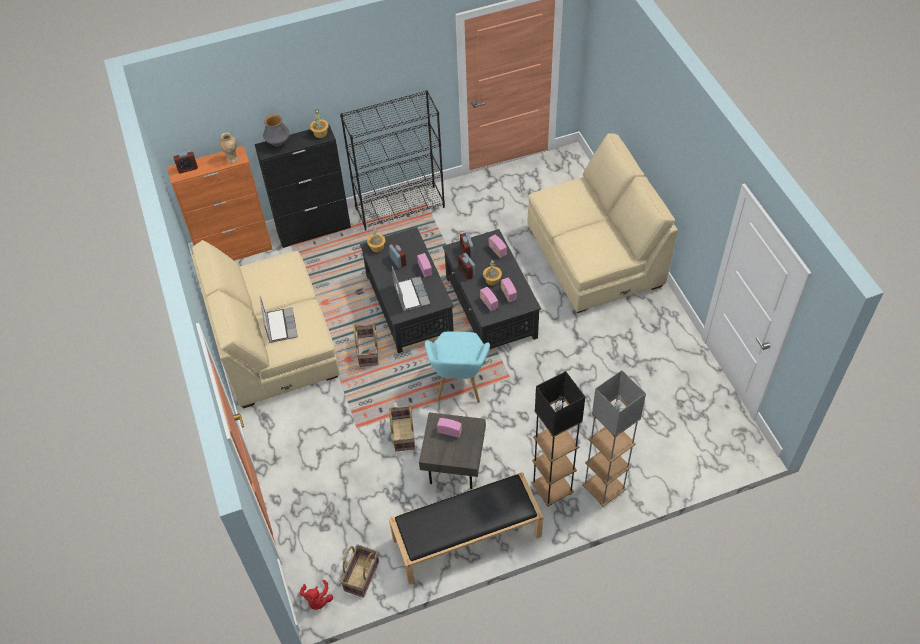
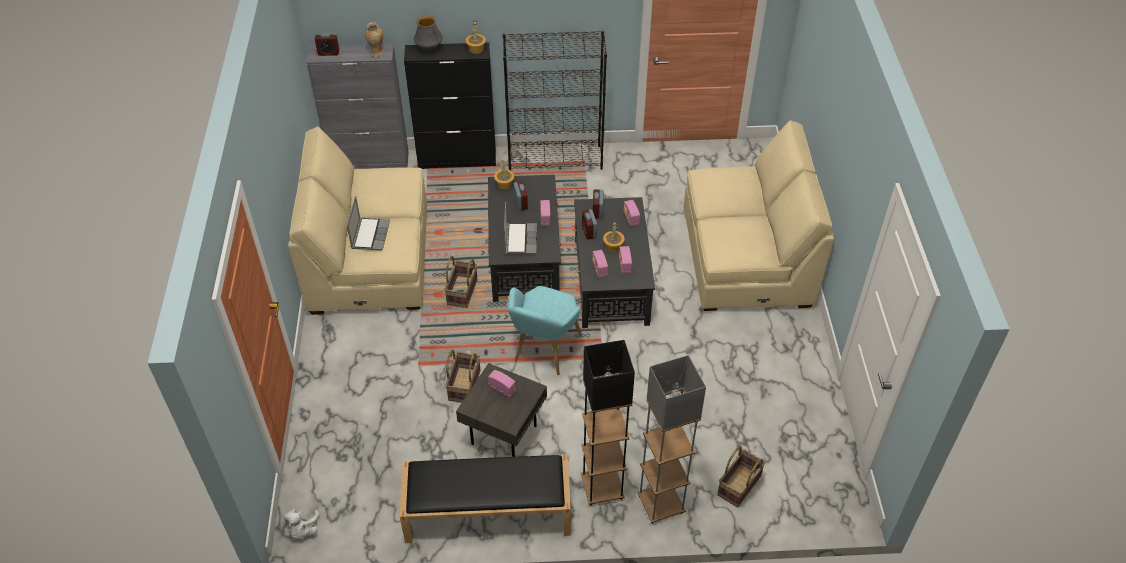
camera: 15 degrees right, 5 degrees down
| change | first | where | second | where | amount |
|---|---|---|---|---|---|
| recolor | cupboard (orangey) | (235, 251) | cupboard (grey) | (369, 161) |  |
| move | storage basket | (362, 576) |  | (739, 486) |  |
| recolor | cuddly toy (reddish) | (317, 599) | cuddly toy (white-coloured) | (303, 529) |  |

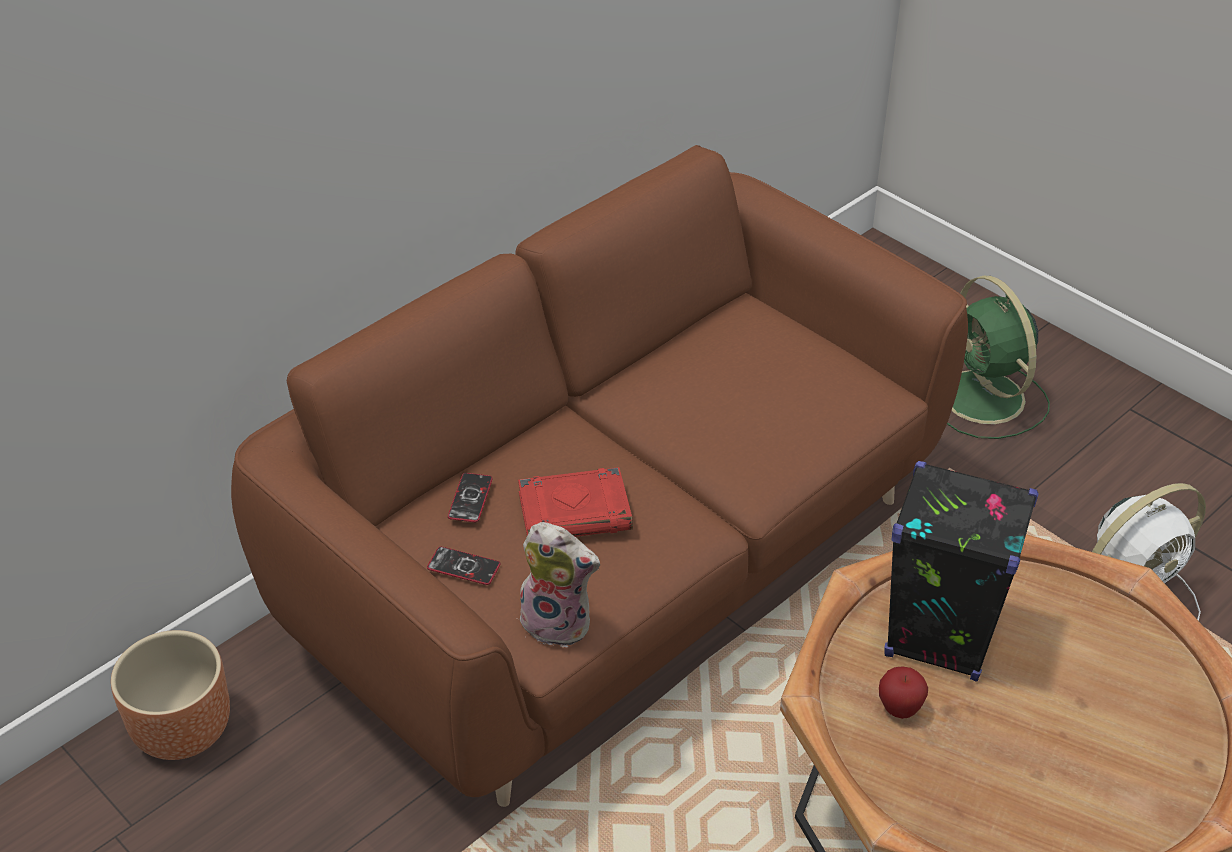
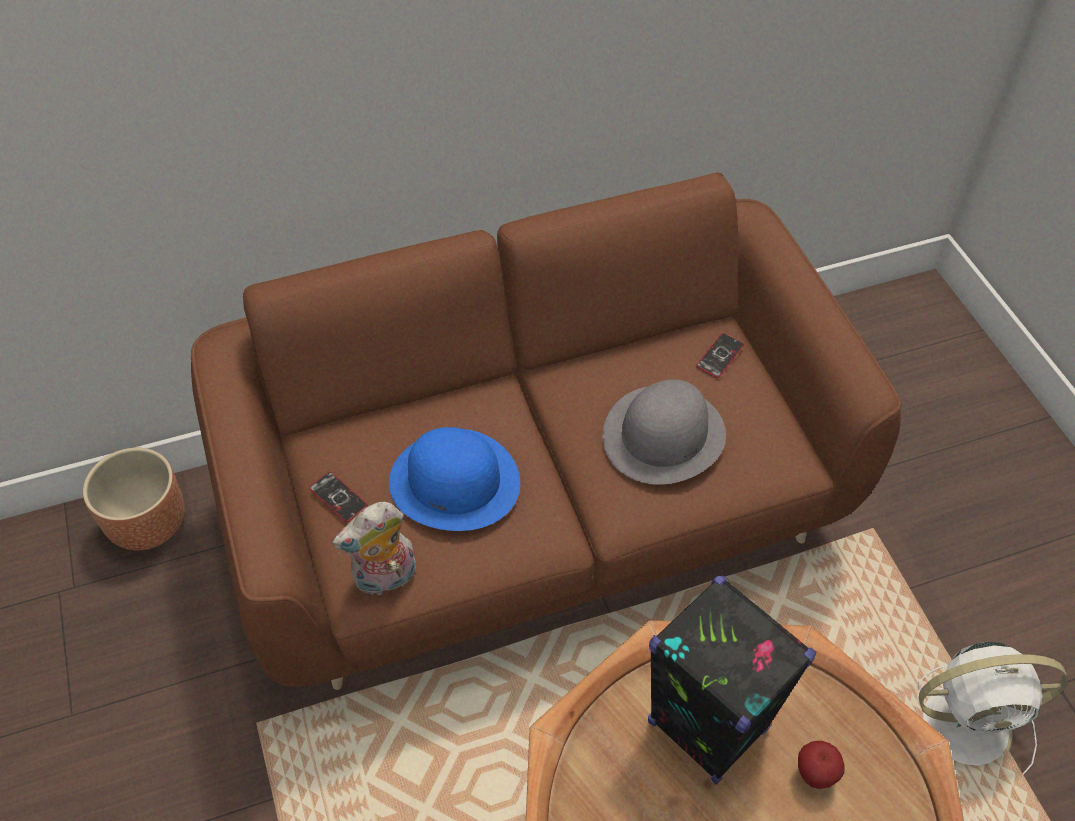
camera: 25 degrees right, 10 degrees up
| change | first | where | second | where | amount |
|---|---|---|---|---|---|
| delete | fan (green) | (985, 399) |  |  |  |
| replace | book (reddish) | (576, 512) | clothing hat (bluish) | (455, 481) |  |
| move | handset | (470, 498) |  | (720, 356) |  |
| rotate | cuddly toy | (559, 622) |  | (385, 579) | 105 degrees clockwise |
| move | apple | (899, 709) |  | (815, 774) |  |
| insert |  |  | clothing hat (grey) | (664, 434) |  |

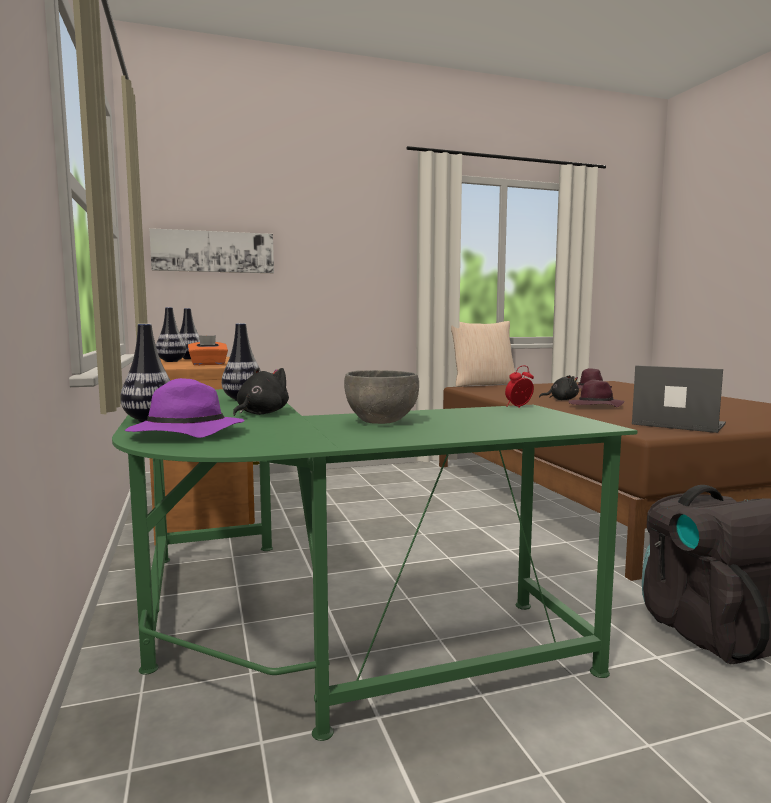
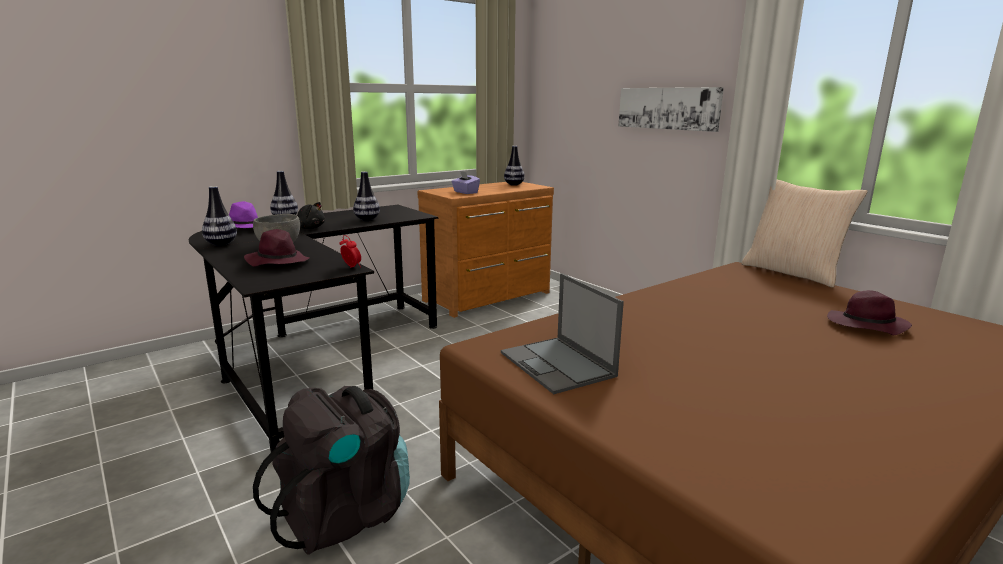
camera: 70 degrees right, 10 degrees up
| change | first | where | second | where | amount |
|---|---|---|---|---|---|
| move | wall picture | (213, 252) |  | (668, 108) |  |
| move | flower vase | (171, 361) |  | (221, 244) |  |
| recolor | box of tissues (orangey) | (208, 364) | box of tissues (purplish) | (465, 192) |  |
| rotate | laptop | (677, 424) |  | (558, 365) | 135 degrees clockwise |
| delete | cuddly toy (black) | (561, 400) |  |  |  |
| move | clothing hat (purplish) | (595, 406) |  | (277, 262) |  |
| recolor | desk table (green) | (308, 633) | desk table (black) | (319, 360) |  |

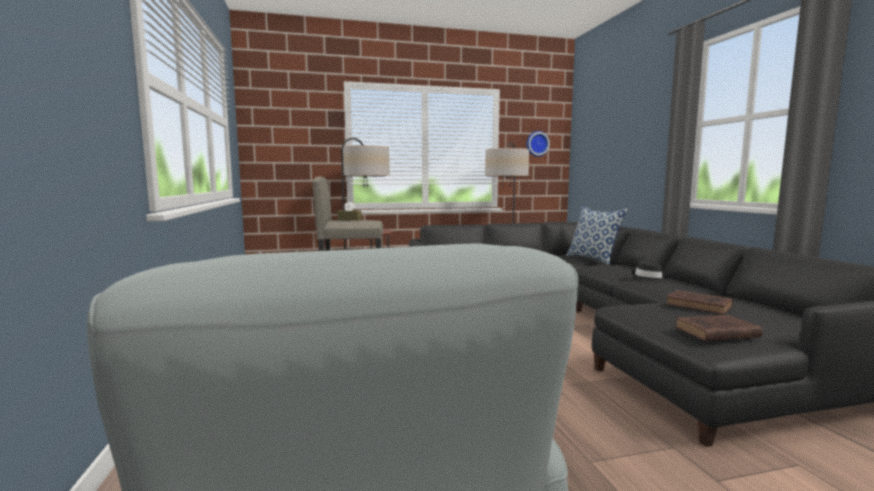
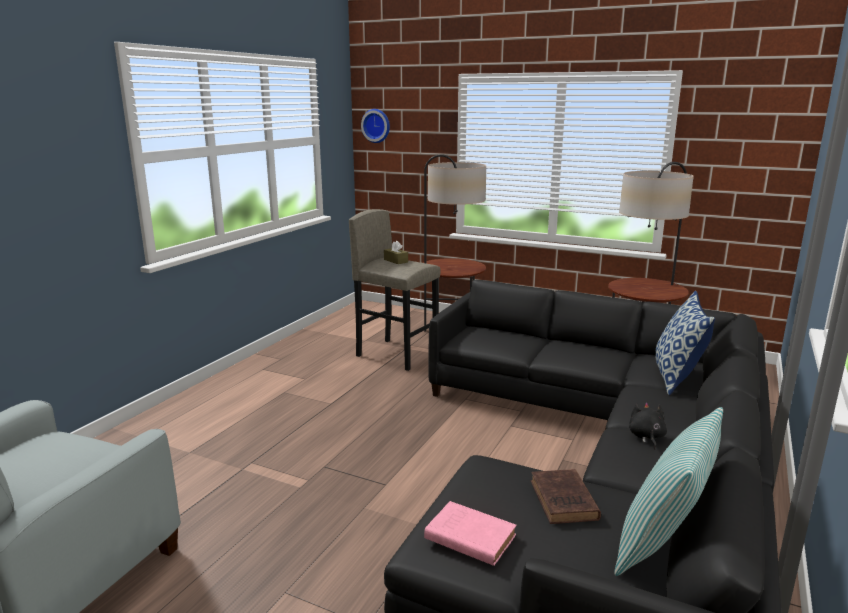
camera: 40 degrees right, 10 degrees up
| change | first | where | second | where | amount |
|---|---|---|---|---|---|
| move | hanging clock | (537, 144) |  | (376, 125) |  |
| replace | clothing hat (black) | (648, 278) | cuddly toy (black) | (646, 437) |  |
| recolor | book (brown) | (714, 332) | book (pink) | (468, 536) |  |
| insert |  |  | pillow | (662, 544) |  |

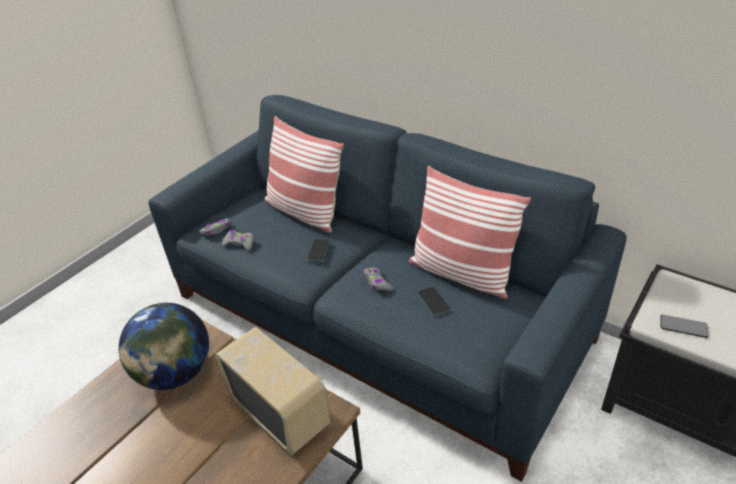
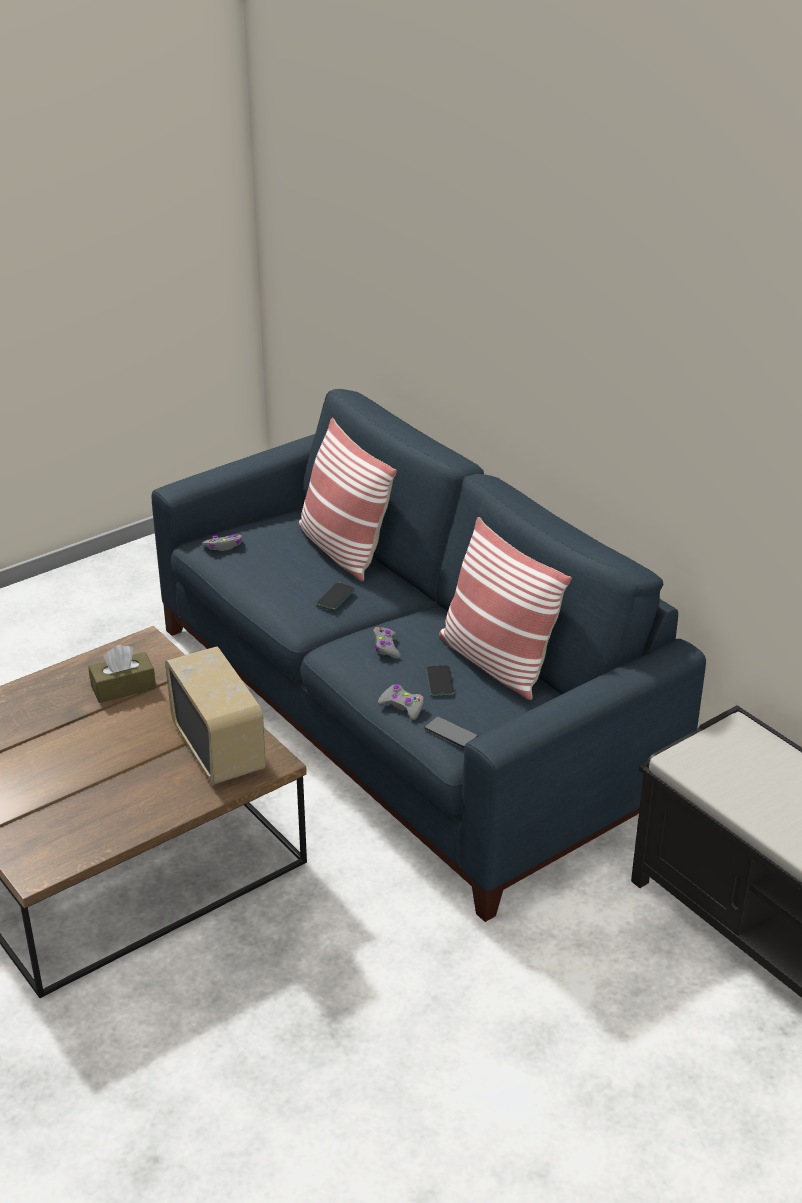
camera: 15 degrees right, 5 degrees down
| change | first | where | second | where | amount |
|---|---|---|---|---|---|
| move | gamepad (grey) | (239, 243) |  | (402, 706) |  |
| replace | globe | (175, 373) | box of tissues (brown) | (123, 687) |  |
| move | handset | (683, 327) |  | (451, 733) |  |

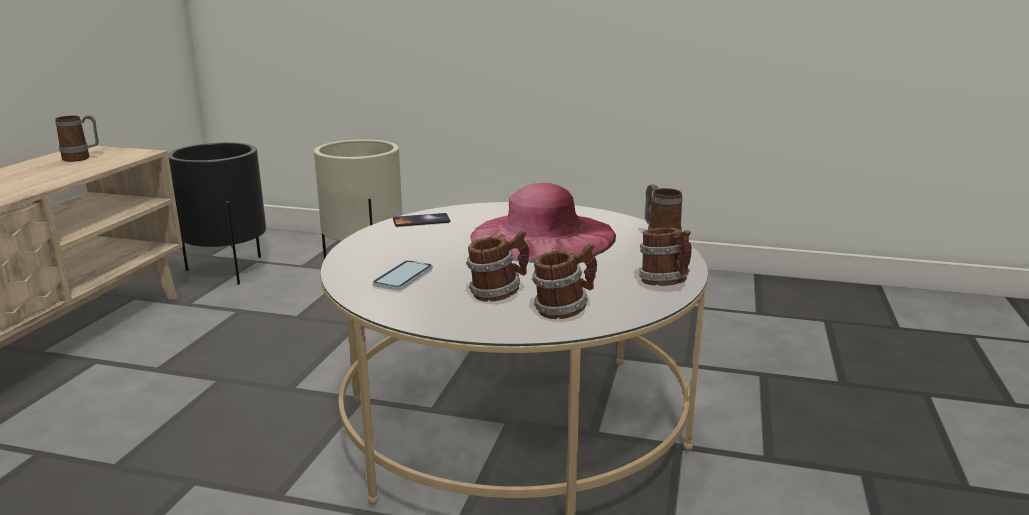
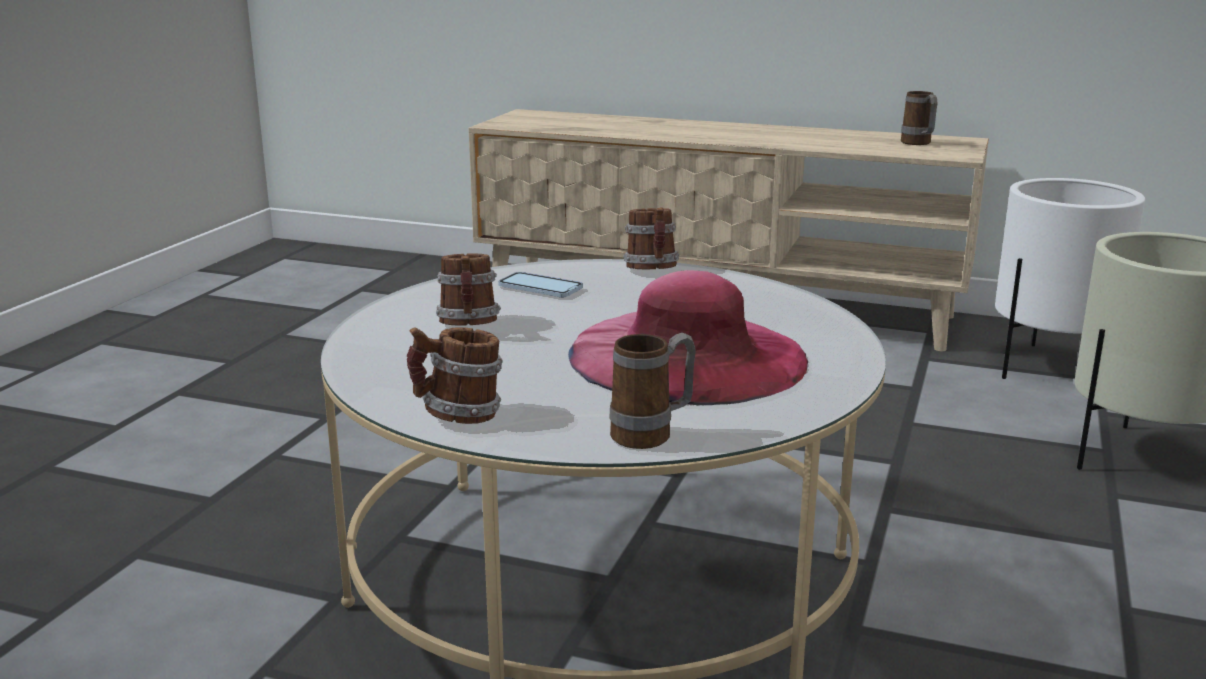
camera: 95 degrees right, 0 degrees up
| change | first | where | second | where | amount |
|---|---|---|---|---|---|
| recolor | plant pot (black) | (229, 270) | plant pot (white-coloured) | (1051, 368) |  |
| delete | handset | (421, 221) |  |  |  |
| move | tea mug | (563, 310) |  | (652, 270) |  |

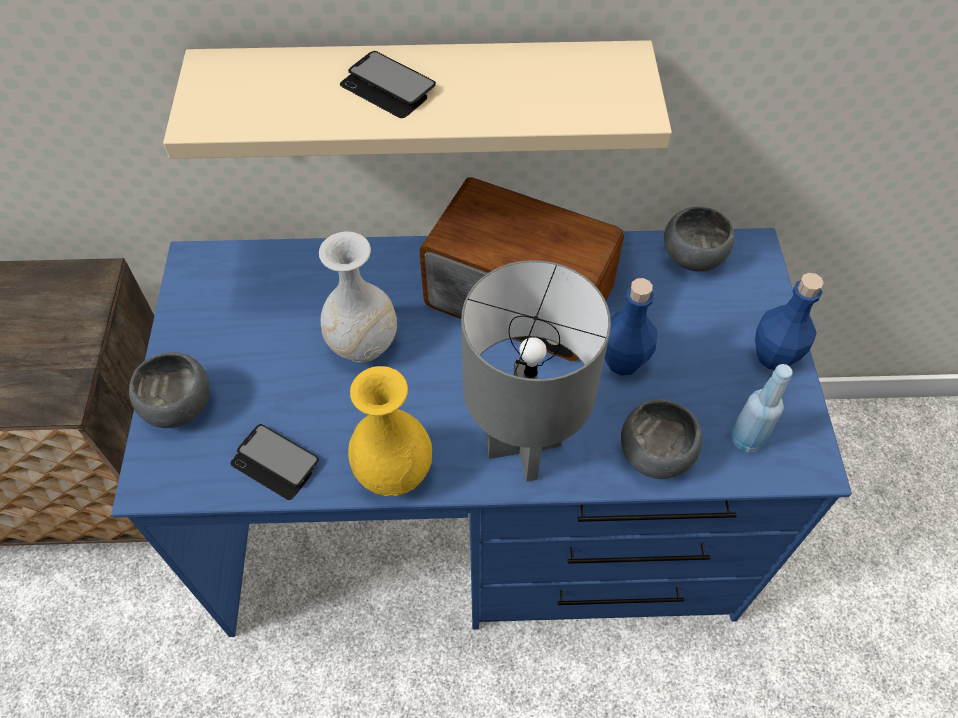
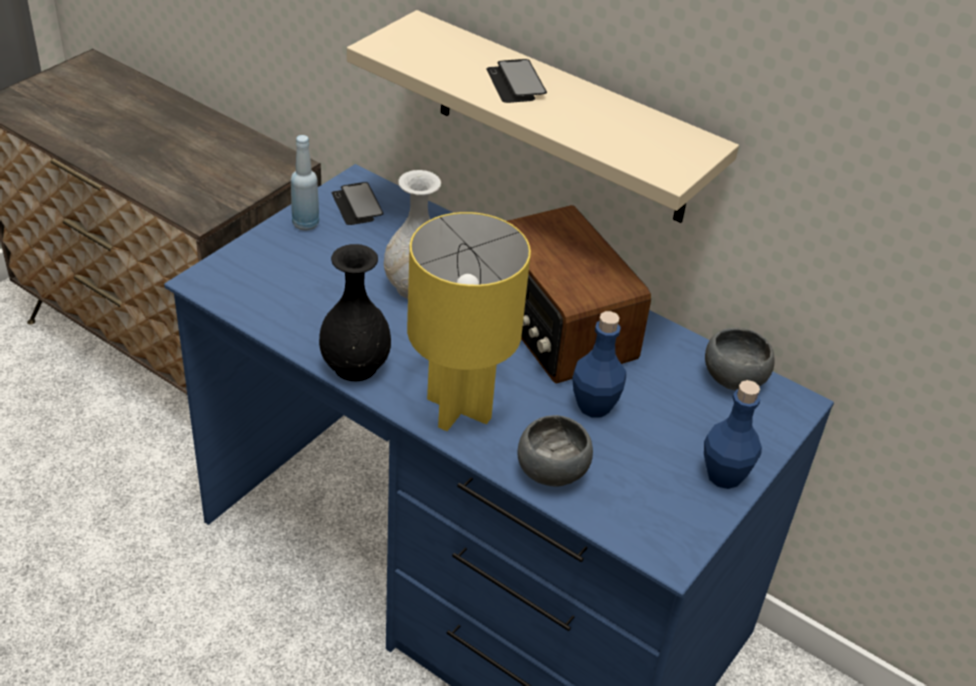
camera: 35 degrees right, 15 degrees down
| change | first | where | second | where | amount |
|---|---|---|---|---|---|
| recolor | tabletop lamp (grey) | (524, 446) | tabletop lamp (yellow) | (460, 408) |  |
| delete | serving bowl (grey) | (180, 404) |  |  |  |
| move | bottle (bluish) | (747, 439) |  | (306, 224) |  |
| recolor | flower vase (yellow) | (394, 471) | flower vase (black) | (356, 366) |  |
| move | handset | (275, 463) |  | (357, 205) |  |

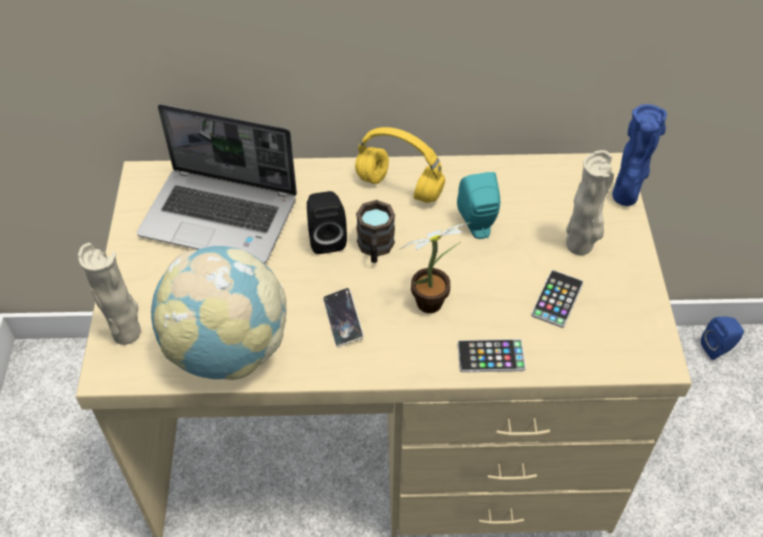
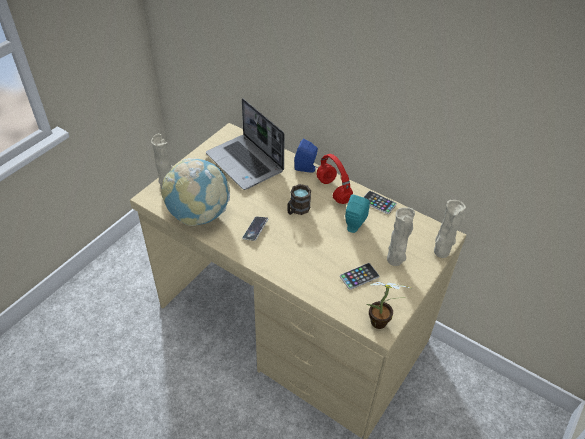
camera: 35 degrees right, 5 degrees down
| change | first | where | second | where | amount |
|---|---|---|---|---|---|
| recolor | flower vase (bluish) | (625, 198) | flower vase (sand-coloured) | (440, 253) |  |
| recolor | headphones (yellow) | (401, 187) | headphones (reddish) | (334, 191) |  |
| delete | speaker (black) | (326, 238) |  |  |  |
| move | plant in a pot | (434, 301) |  | (381, 323) |  |
| move | speaker (bluish) | (718, 348) |  | (306, 168) |  |
| move | handset | (491, 356) |  | (378, 202) |  |

